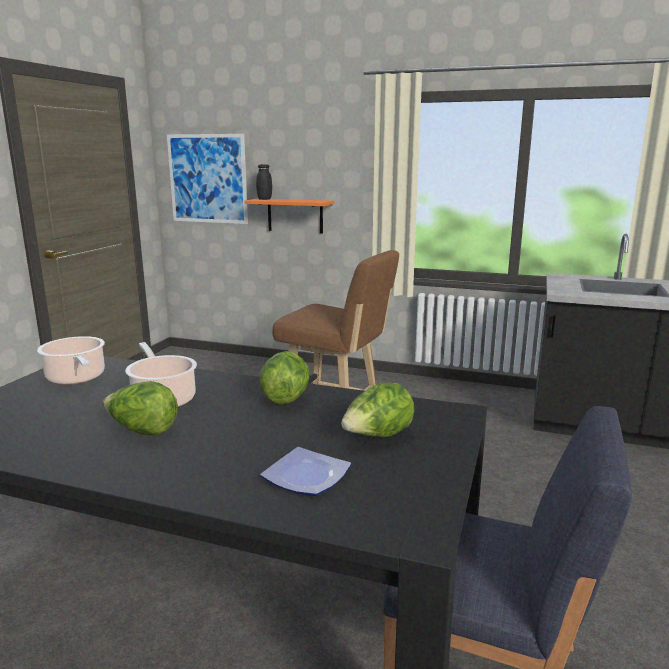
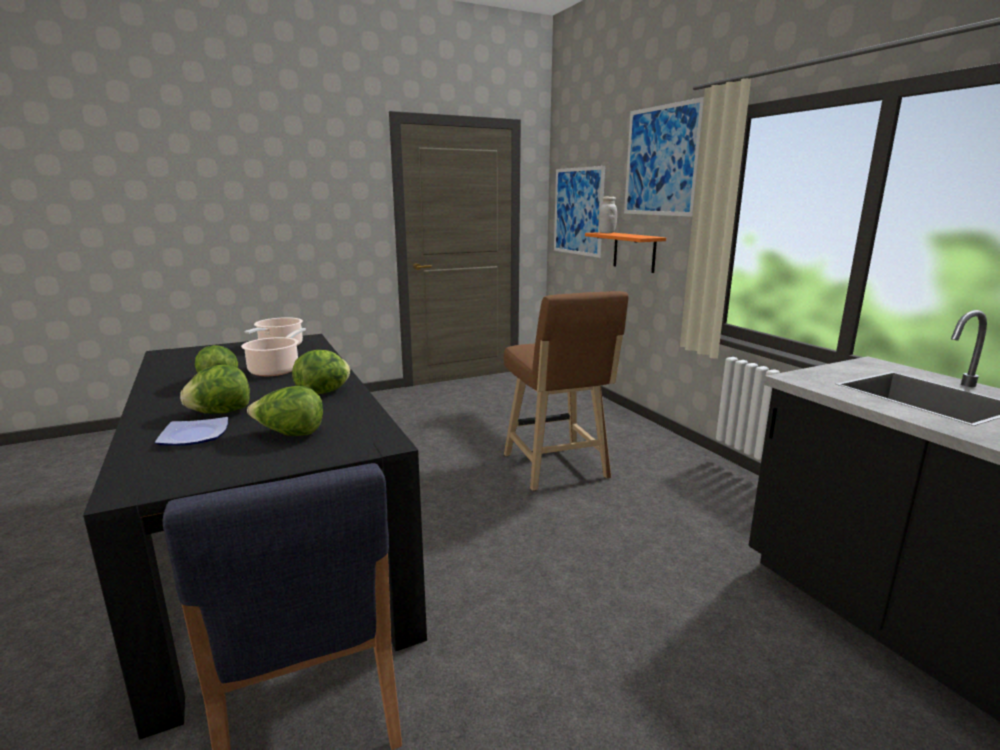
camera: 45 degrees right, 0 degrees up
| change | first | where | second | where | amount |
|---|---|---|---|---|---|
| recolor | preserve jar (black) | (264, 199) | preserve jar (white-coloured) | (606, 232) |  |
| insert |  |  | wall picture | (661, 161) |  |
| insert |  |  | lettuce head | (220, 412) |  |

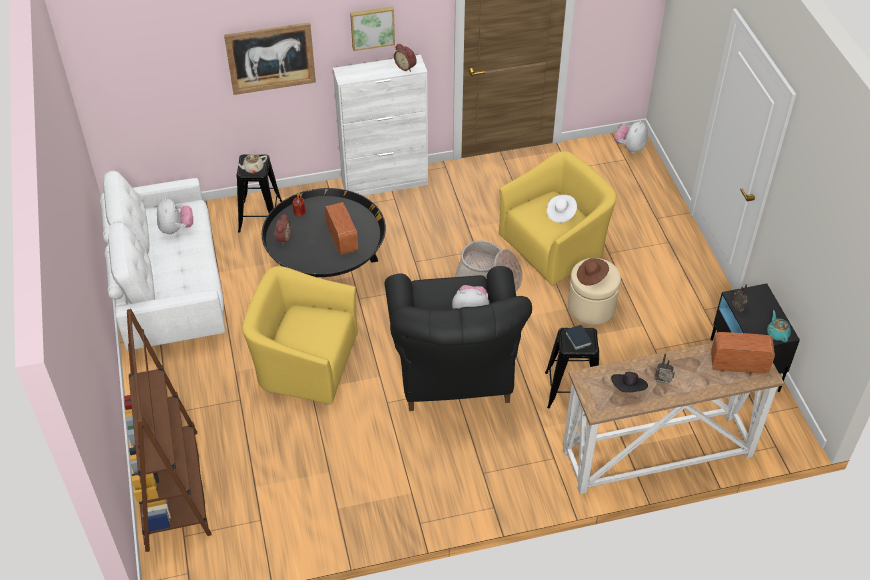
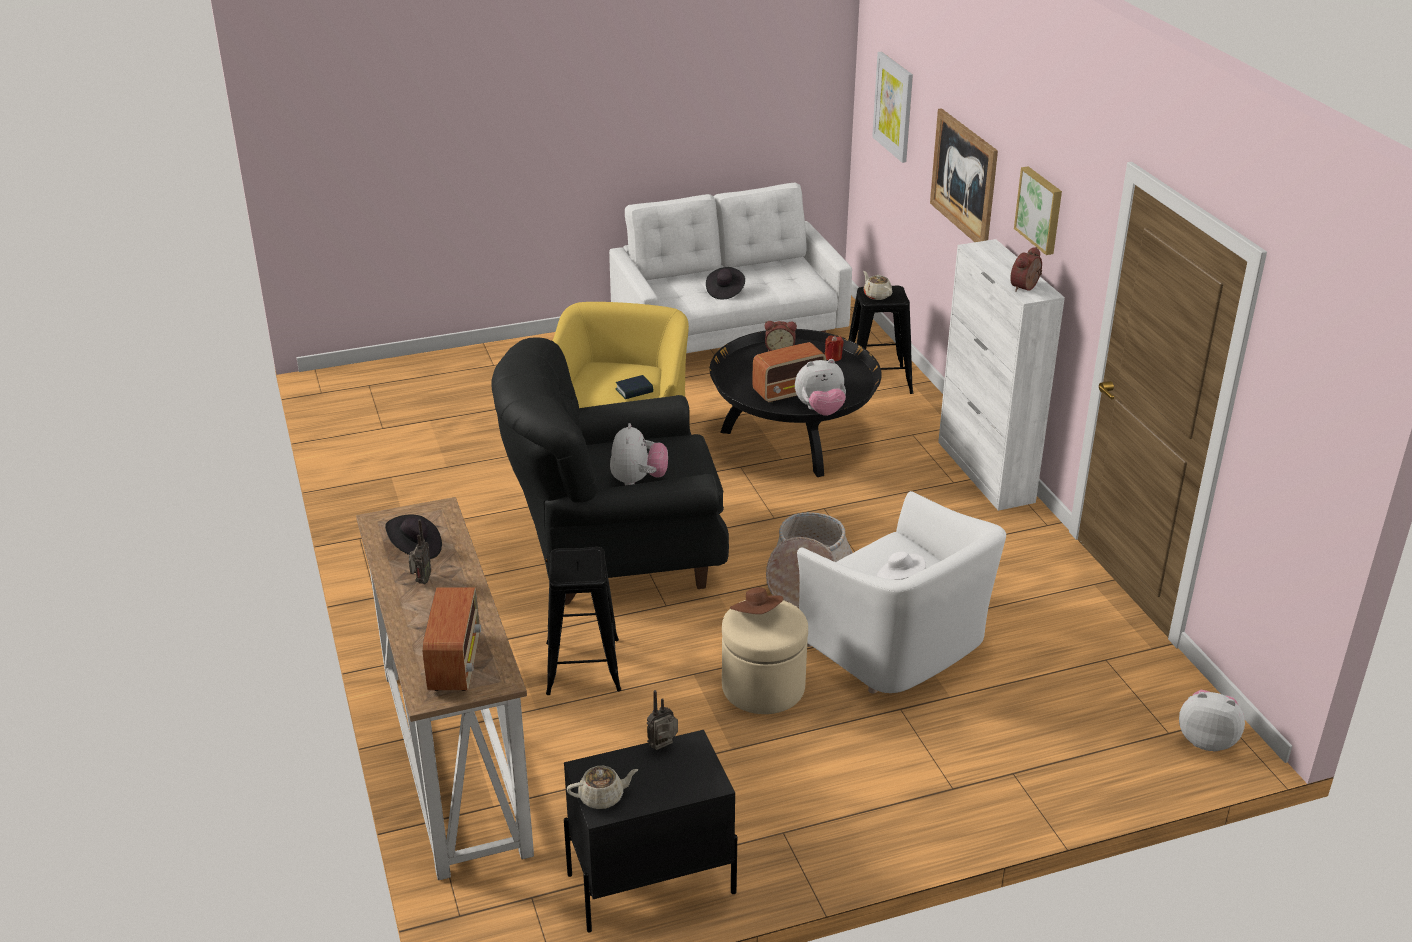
camera: 85 degrees right, 15 degrees down
| change | first | where | second | where | amount |
|---|---|---|---|---|---|
| recolor | lounge chair (yellow) | (554, 246) | lounge chair (white-coloured) | (897, 644) |  |
| move | cuddly toy | (176, 229) |  | (820, 410) |  |
| delete | bookcase (brown) | (172, 489) |  |  |  |
| recolor | pot for tea (blue-green) | (777, 333) | pot for tea (sand-coloured) | (602, 797) |  |
| move | book | (578, 339) |  | (634, 391) |  |
| insert |  |  | wall picture | (893, 106) |  |
| insert |  |  | clothing hat (black) | (725, 291) |  |

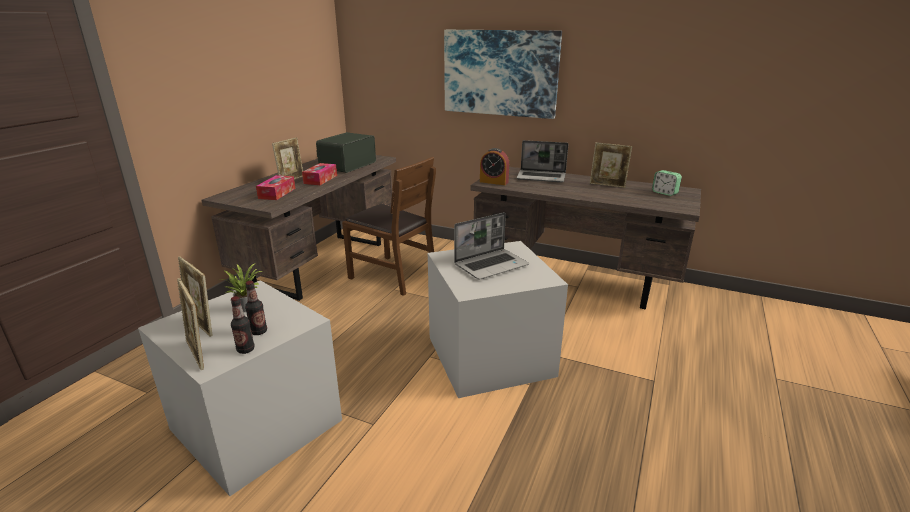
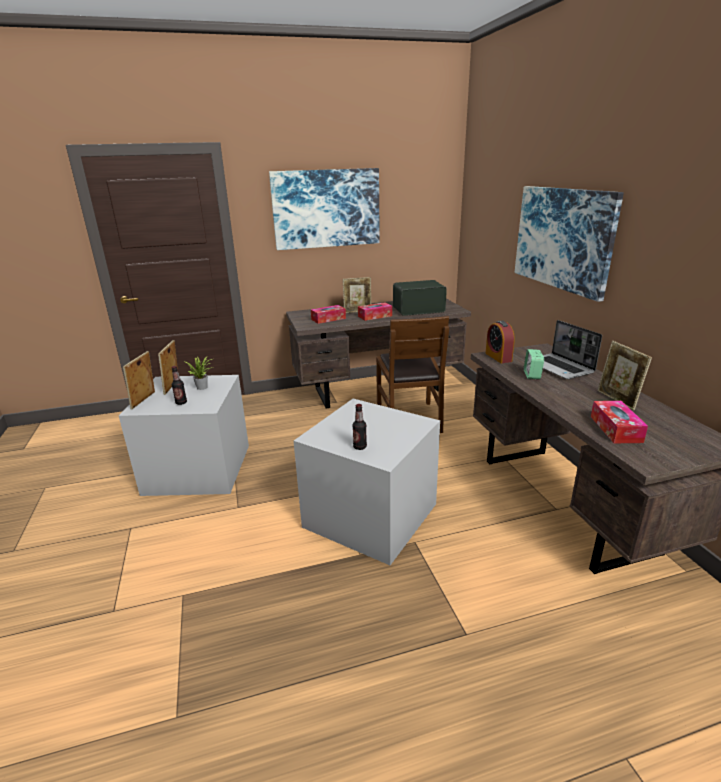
camera: 50 degrees right, 0 degrees up
| change | first | where | second | where | amount |
|---|---|---|---|---|---|
| move | table clock | (664, 193) |  | (532, 375) |  |
| delete | laptop | (491, 265) |  |  |  |
| move | bottle | (245, 349) |  | (360, 447) |  |
| insert |  |  | wall picture | (326, 209) |  |
| insert |  |  | box of tissues | (615, 429) |  |

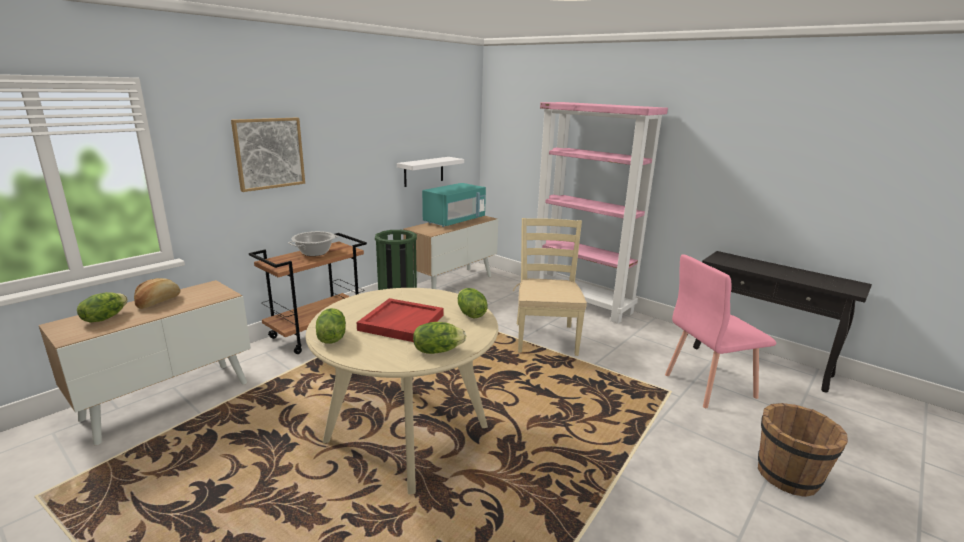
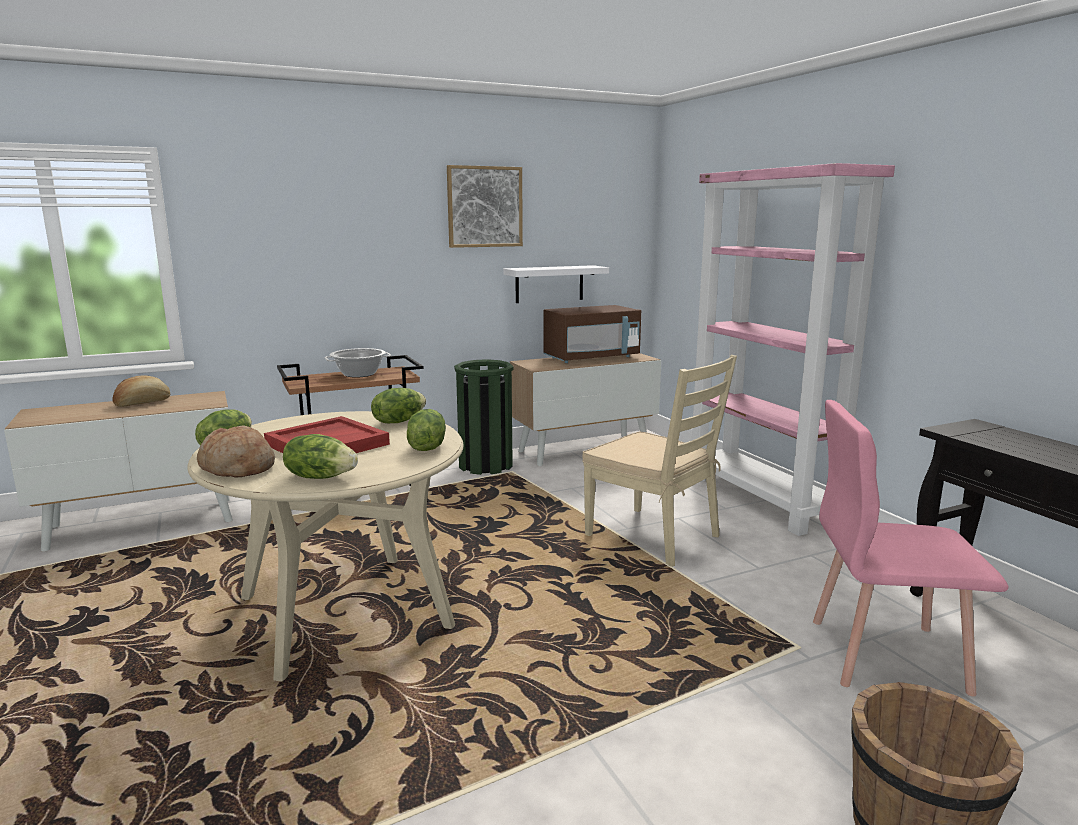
camera: 25 degrees right, 5 degrees down
| change | first | where | second | where | amount |
|---|---|---|---|---|---|
| move | wall picture | (269, 153) |  | (484, 207) |  |
| recolor | kitchen microwave (blue-green) | (454, 221) | kitchen microwave (brown) | (591, 358) |  |
| rotate | upright chair (sand-coloured) | (545, 338) |  | (653, 536) | 105 degrees clockwise |
| move | lettuce head | (104, 318) |  | (398, 421) |  |
| insert |  |  | bread | (237, 468) |  |

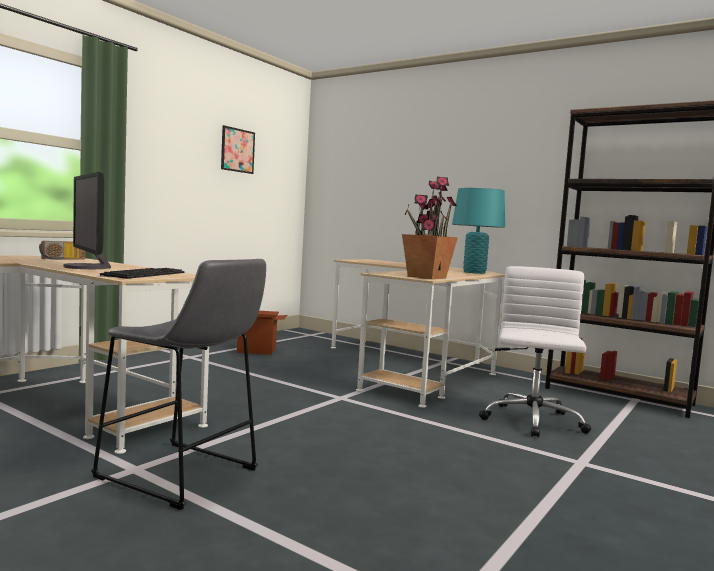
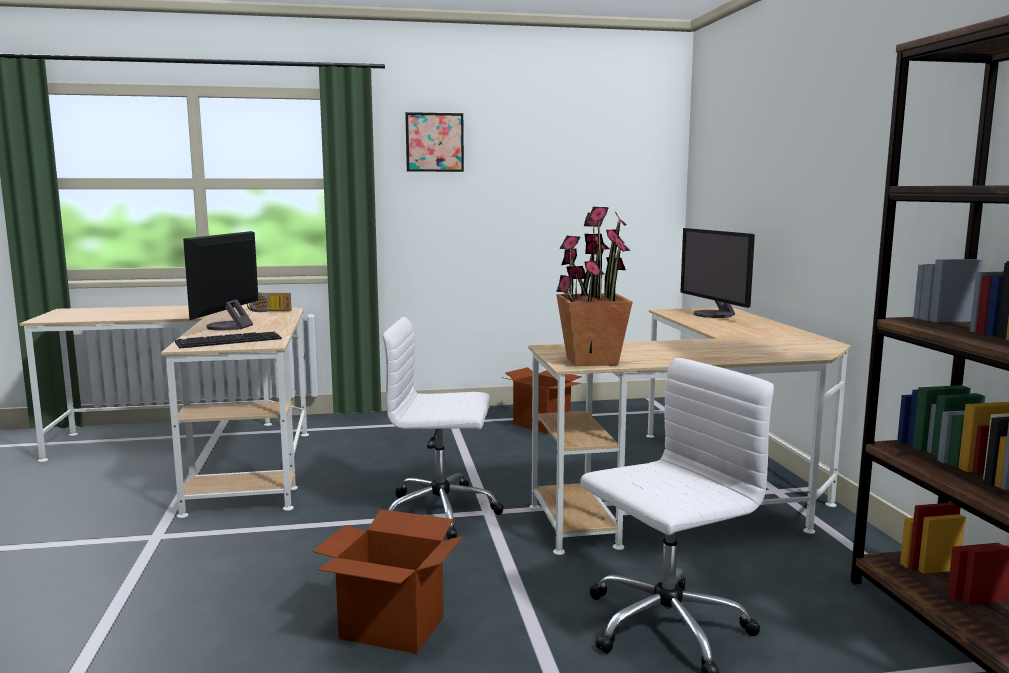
camera: 45 degrees right, 5 degrees up
| change | first | where | second | where | amount |
|---|---|---|---|---|---|
| move | wall picture | (237, 150) |  | (434, 142) |  |
| delete | tabletop lamp (blue-green) | (474, 272) |  |  |  |
| delete | sitting stool (grey) | (182, 476) |  |  |  |
| insert |  |  | computer display | (714, 315) |  |
| insert |  |  | computer chair (white-coloured) | (442, 512) |  |
| insert |  |  | carton | (391, 628) |  |

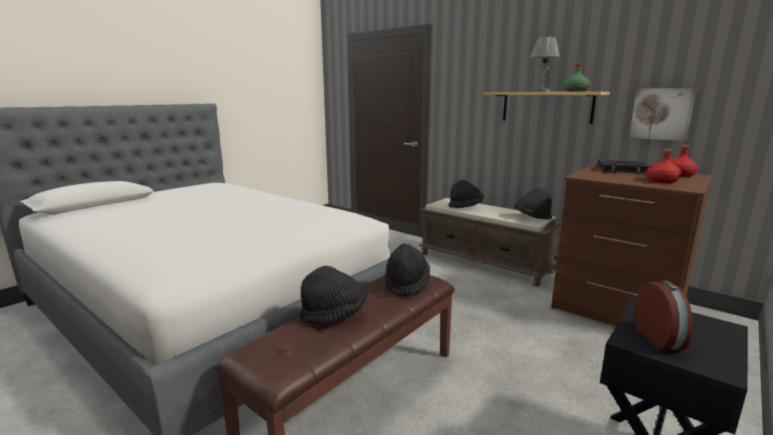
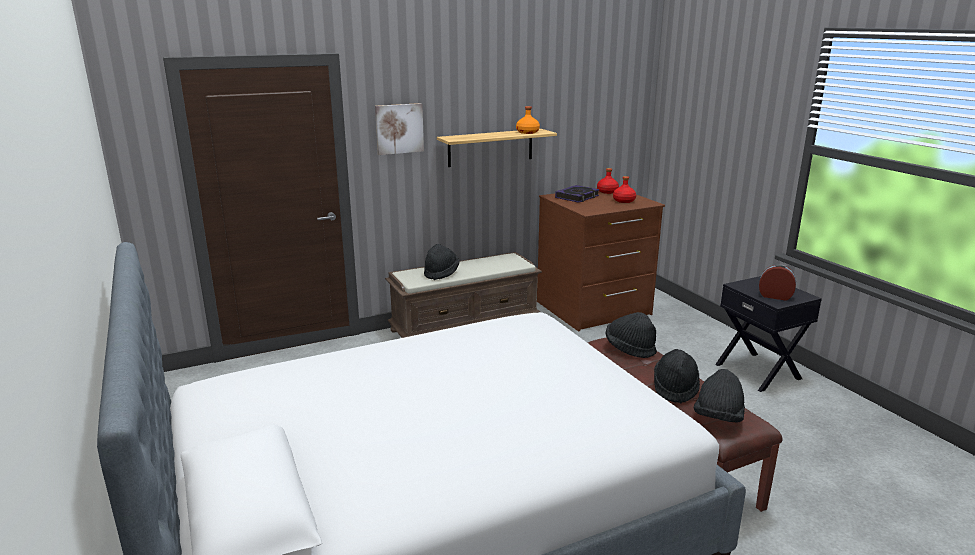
camera: 65 degrees left, 5 degrees up
| change | first | where | second | where | amount |
|---|---|---|---|---|---|
| delete | tabletop lamp (grey) | (541, 91) |  |  |  |
| recolor | bottle (green) | (575, 91) | bottle (orangey) | (527, 132) |  |
| move | wall picture | (661, 114) |  | (399, 128) |  |
| move | clothing hat (black) | (532, 217) |  | (718, 418) |  |

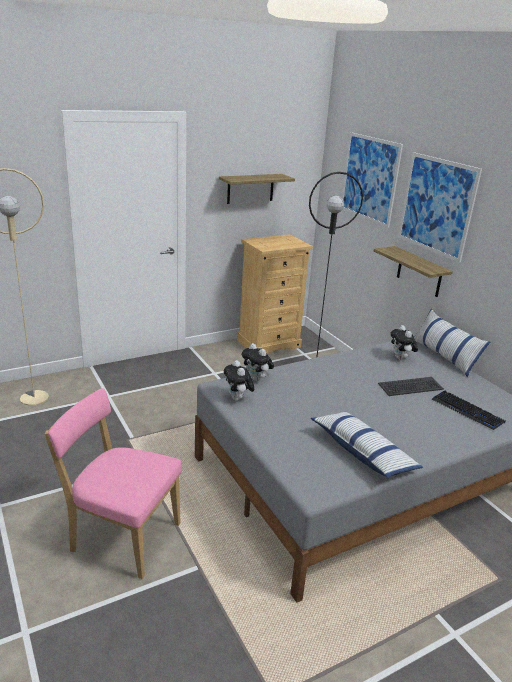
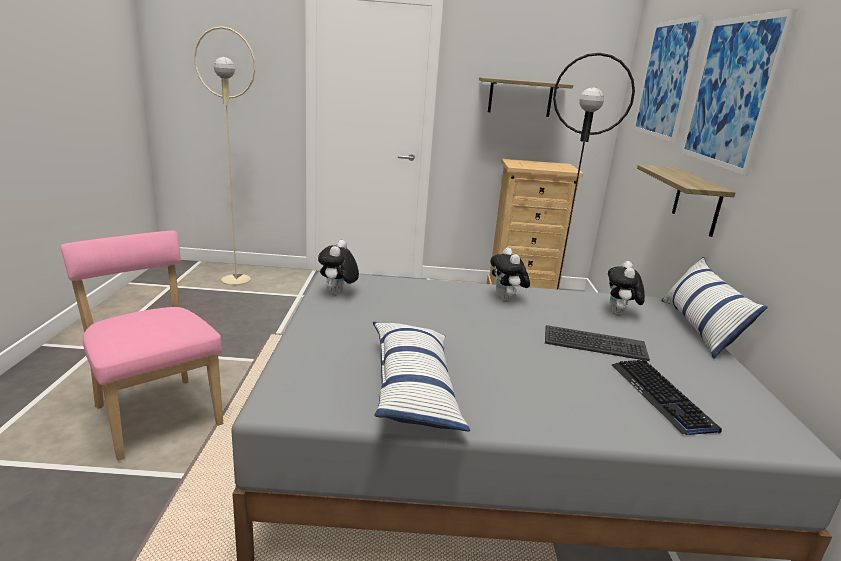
camera: 30 degrees right, 5 degrees down
| change | first | where | second | where | amount |
|---|---|---|---|---|---|
| move | cuddly toy | (256, 379) |  | (506, 299) |  |

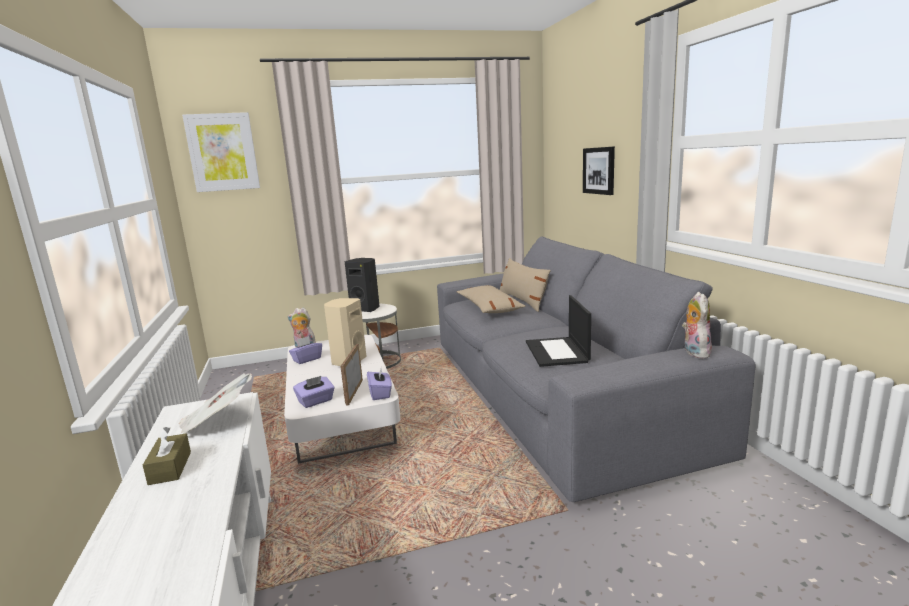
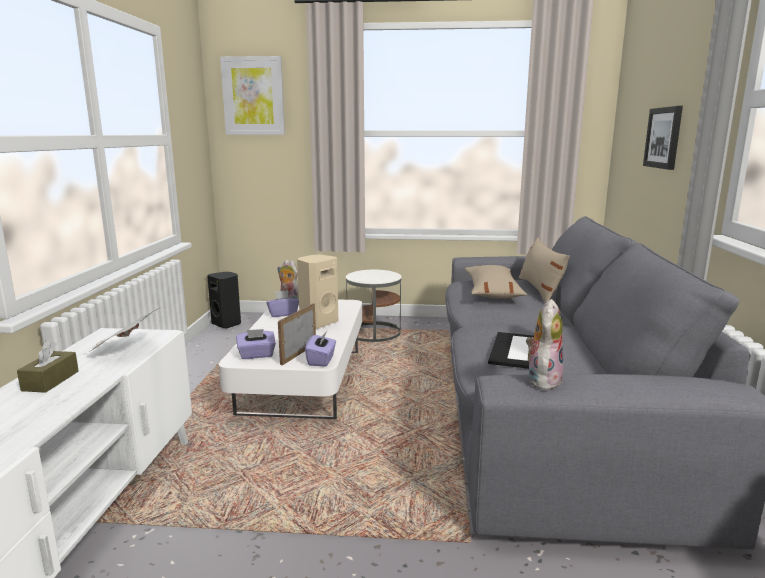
camera: 20 degrees right, 0 degrees up
| change | first | where | second | where | amount |
|---|---|---|---|---|---|
| move | speaker (black) | (366, 309) |  | (227, 324) |  |
| move | cuddly toy | (694, 352) |  | (542, 380) |  |

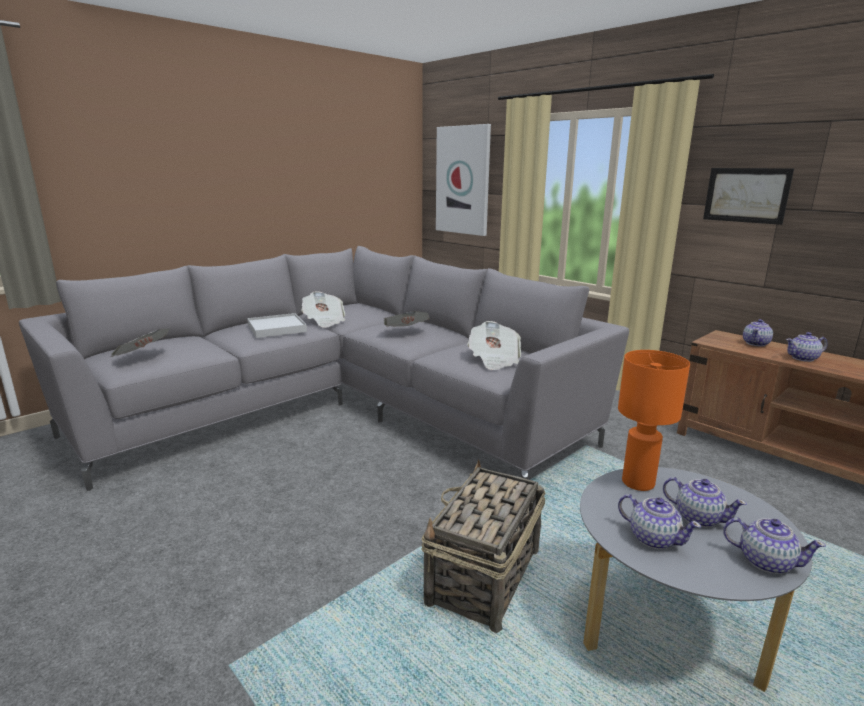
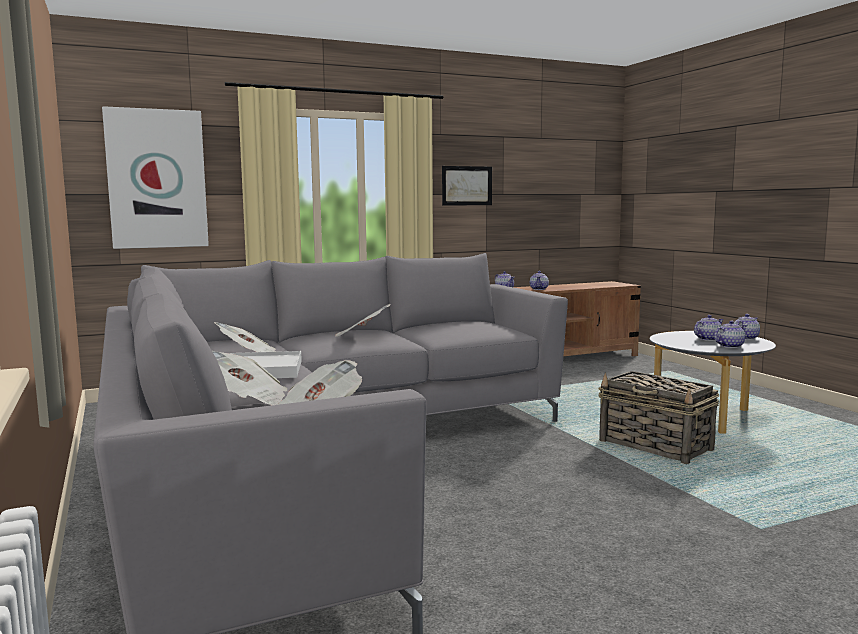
camera: 70 degrees left, 10 degrees down
| change | first | where | second | where | amount |
|---|---|---|---|---|---|
| move | daily paper | (494, 360) |  | (247, 400) |  |
| delete | tabletop lamp (orangey) | (638, 482) |  |  |  |

